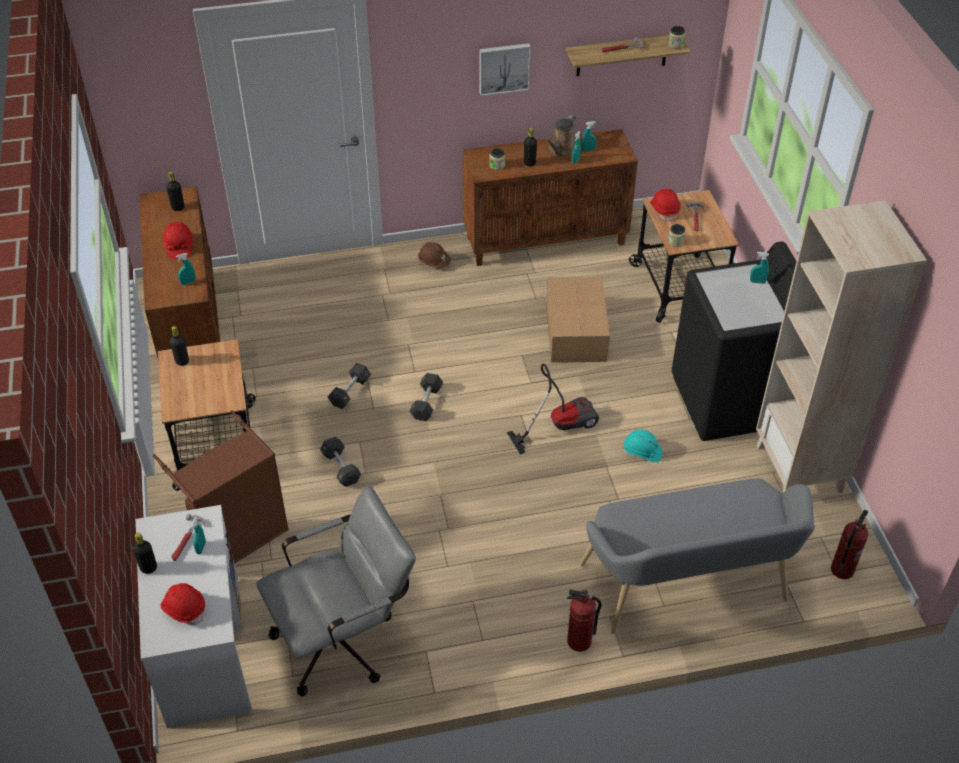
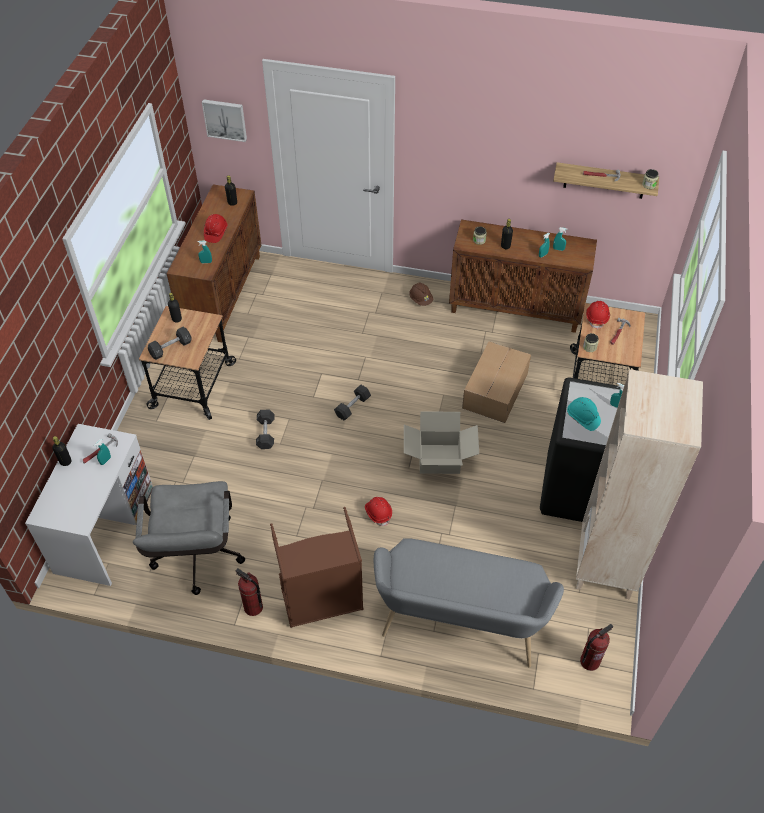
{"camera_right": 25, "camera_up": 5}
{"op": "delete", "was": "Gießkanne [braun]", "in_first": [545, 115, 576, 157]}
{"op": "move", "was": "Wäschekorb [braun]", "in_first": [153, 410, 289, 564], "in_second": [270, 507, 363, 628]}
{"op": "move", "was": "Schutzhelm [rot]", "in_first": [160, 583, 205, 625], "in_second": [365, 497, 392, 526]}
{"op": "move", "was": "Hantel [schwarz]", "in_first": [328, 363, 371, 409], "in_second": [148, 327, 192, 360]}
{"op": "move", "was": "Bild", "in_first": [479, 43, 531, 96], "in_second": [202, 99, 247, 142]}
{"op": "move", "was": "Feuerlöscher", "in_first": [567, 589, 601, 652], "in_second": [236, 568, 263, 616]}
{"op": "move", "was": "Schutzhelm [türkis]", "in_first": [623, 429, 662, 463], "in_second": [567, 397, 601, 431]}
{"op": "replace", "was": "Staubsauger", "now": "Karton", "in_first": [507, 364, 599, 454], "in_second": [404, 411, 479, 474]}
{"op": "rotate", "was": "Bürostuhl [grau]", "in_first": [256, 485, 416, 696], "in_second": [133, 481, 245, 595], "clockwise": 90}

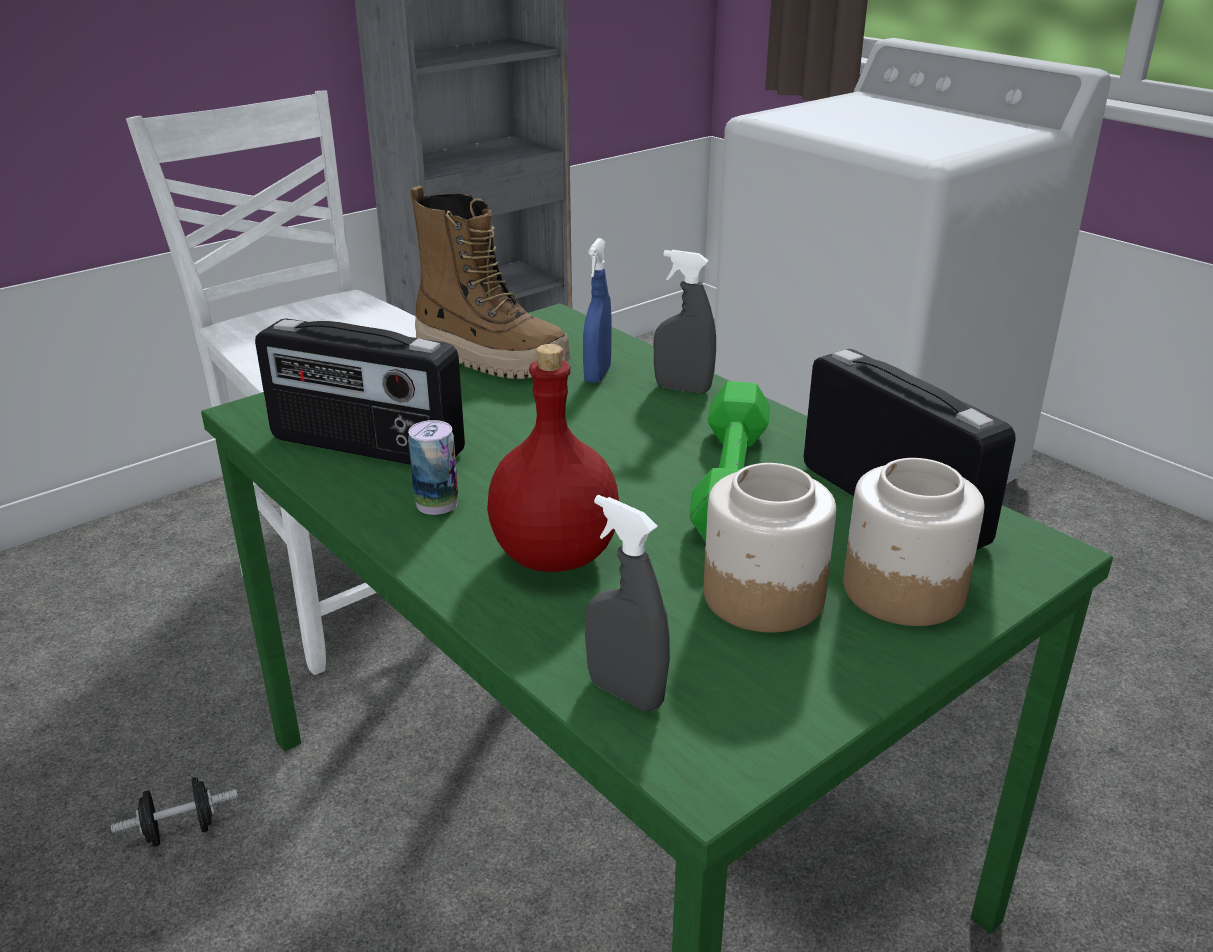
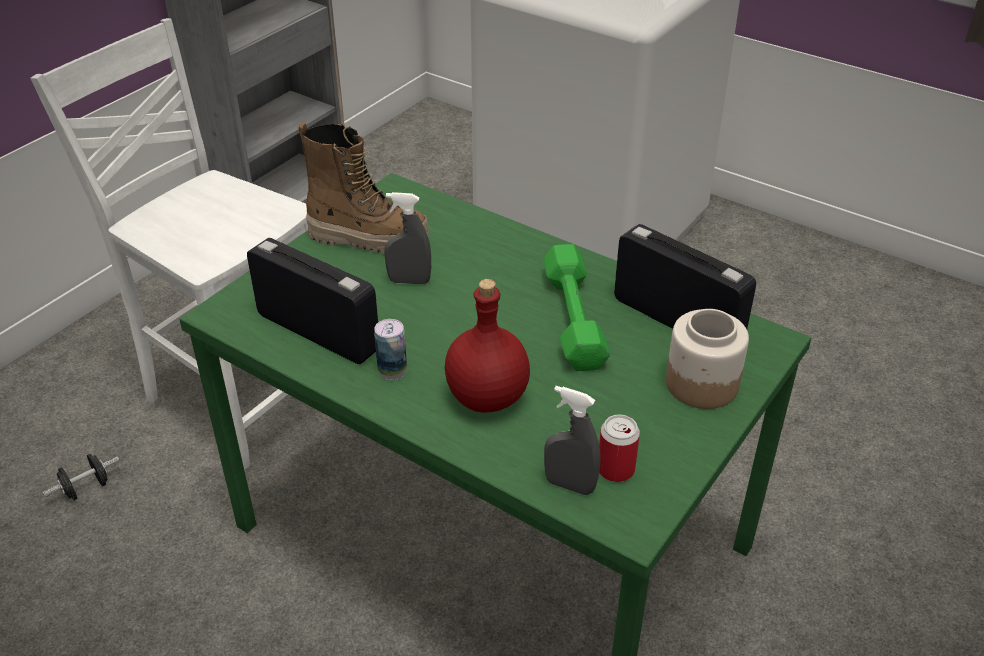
{"camera_right": -15, "camera_up": 10}
{"op": "delete", "was": "Sprühflasche [blau]", "in_first": [583, 238, 612, 383]}
{"op": "delete", "was": "Vorratsglas", "in_first": [704, 463, 836, 633]}
{"op": "insert", "now": "Dose", "in_second": [599, 415, 640, 482]}
{"op": "move", "was": "Hantel [schwarz]", "in_first": [111, 777, 238, 847], "in_second": [43, 454, 120, 500]}
{"op": "move", "was": "Sprühflasche [grau]", "in_first": [654, 250, 716, 393], "in_second": [384, 192, 431, 284]}
{"op": "rotate", "was": "Radio", "in_first": [255, 318, 465, 465], "in_second": [247, 238, 378, 364], "clockwise": -150}

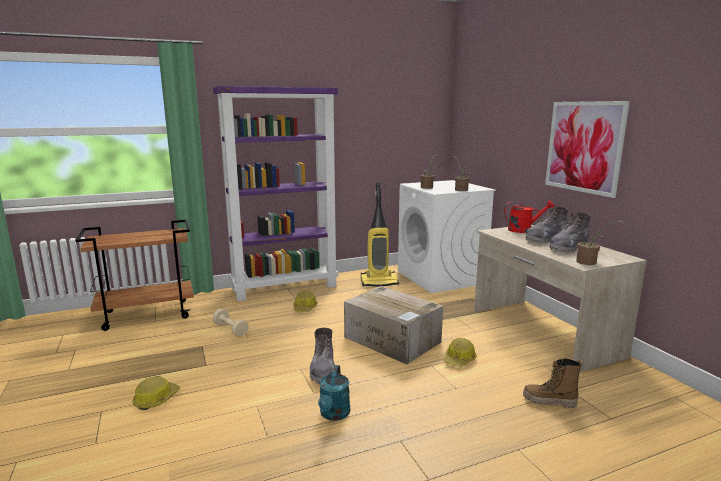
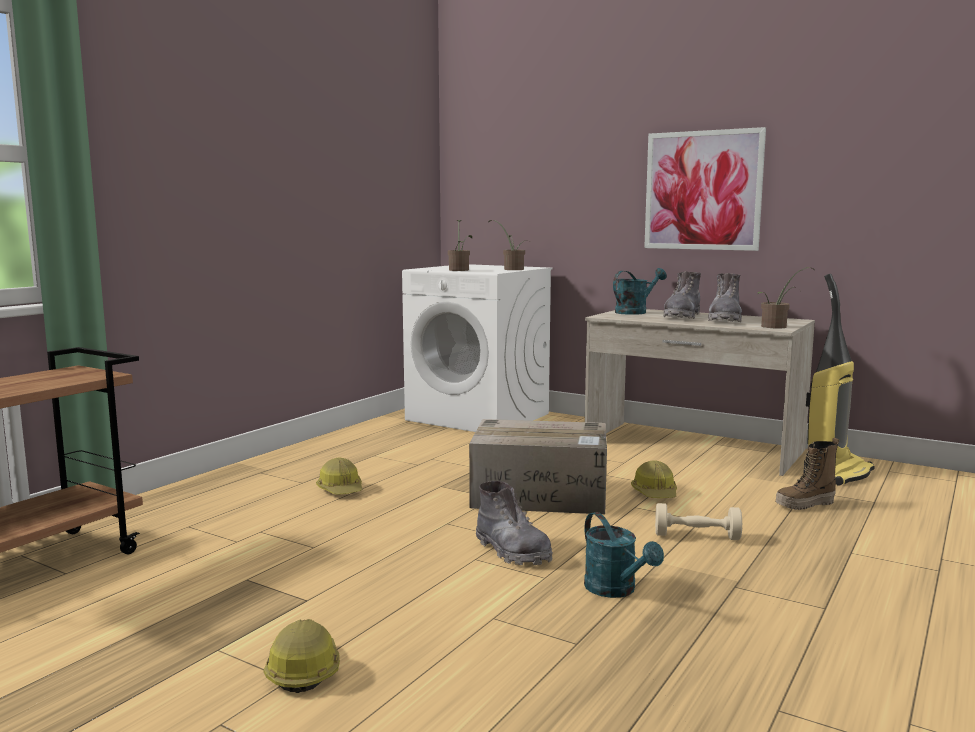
{"camera_right": -35, "camera_up": -5}
{"op": "delete", "was": "Bücherregal [lila]", "in_first": [213, 86, 338, 301]}
{"op": "move", "was": "Hantel [beige]", "in_first": [213, 309, 248, 337], "in_second": [655, 503, 742, 540]}
{"op": "move", "was": "Staubsauger", "in_first": [361, 182, 399, 286], "in_second": [803, 274, 875, 485]}
{"op": "recolor", "was": "Gießkanne [rot]", "now": "Gießkanne [türkis]", "in_first": [504, 201, 554, 233], "in_second": [613, 268, 667, 315]}

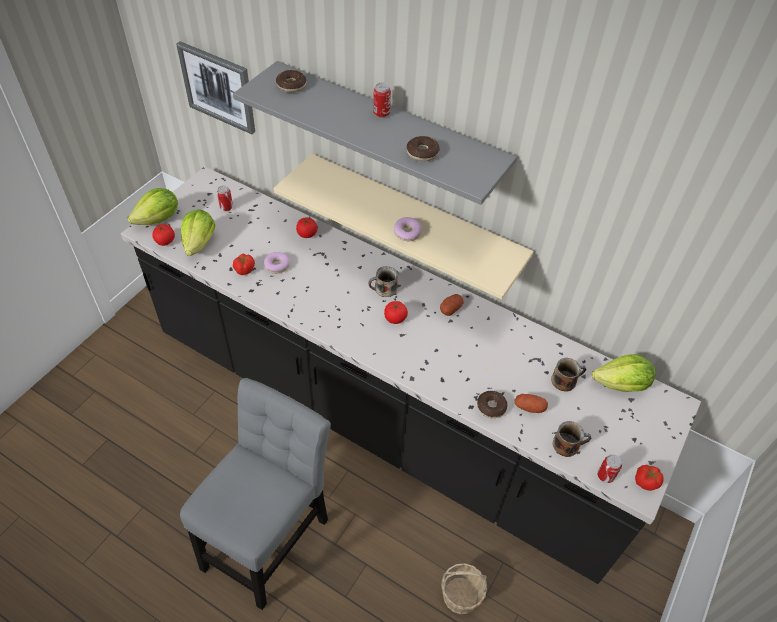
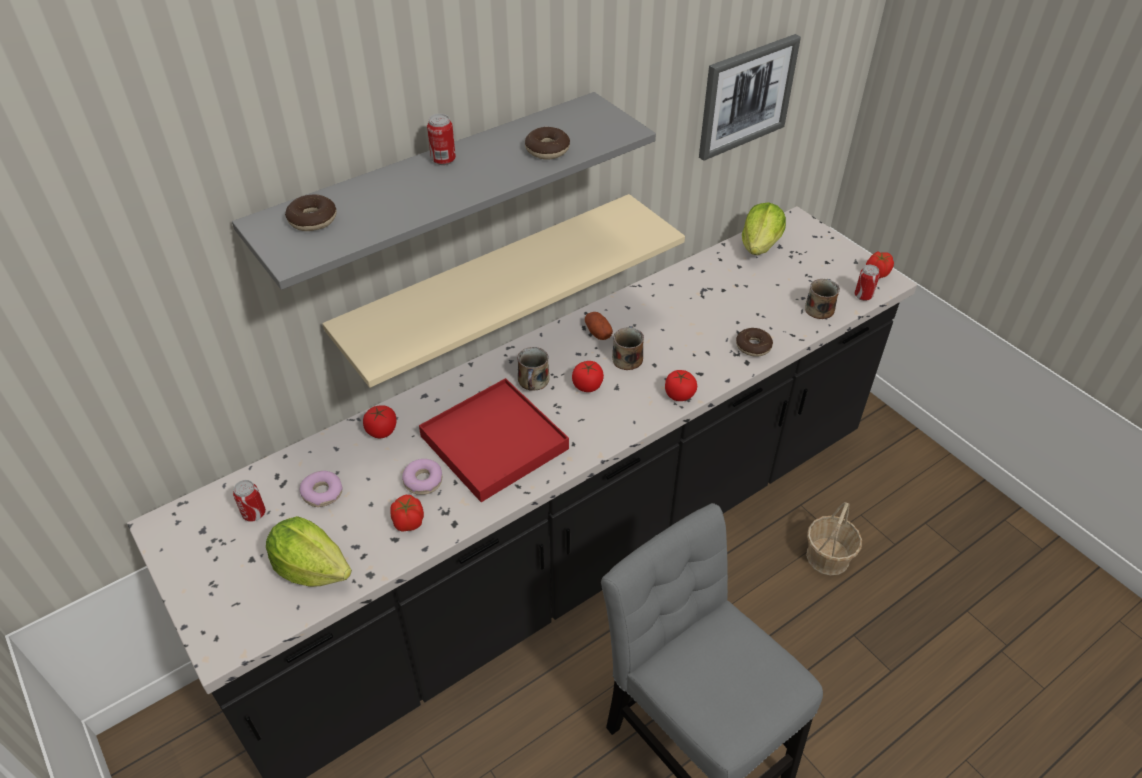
{"camera_right": -65, "camera_up": -5}
{"op": "delete", "was": "Salatkopf", "in_first": [128, 188, 178, 225]}
{"op": "delete", "was": "Kartoffel", "in_first": [515, 394, 548, 413]}
{"op": "insert", "now": "Tablett [rot]", "in_second": [419, 378, 569, 502]}
{"op": "move", "was": "Tomate", "in_first": [152, 224, 175, 246], "in_second": [665, 370, 697, 401]}
{"op": "move", "was": "Bild", "in_first": [176, 41, 255, 134], "in_second": [699, 34, 801, 161]}
{"op": "move", "was": "Donut", "in_first": [394, 217, 422, 241], "in_second": [300, 471, 343, 507]}
{"op": "move", "was": "Henkelbecher", "in_first": [551, 358, 586, 392], "in_second": [612, 326, 644, 370]}

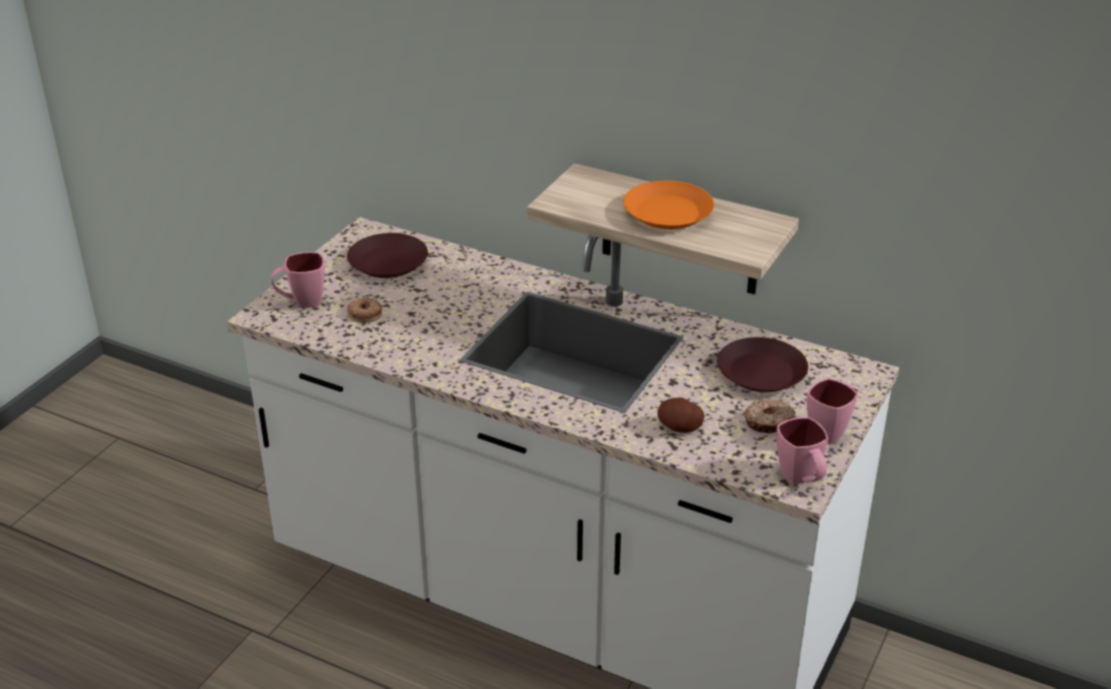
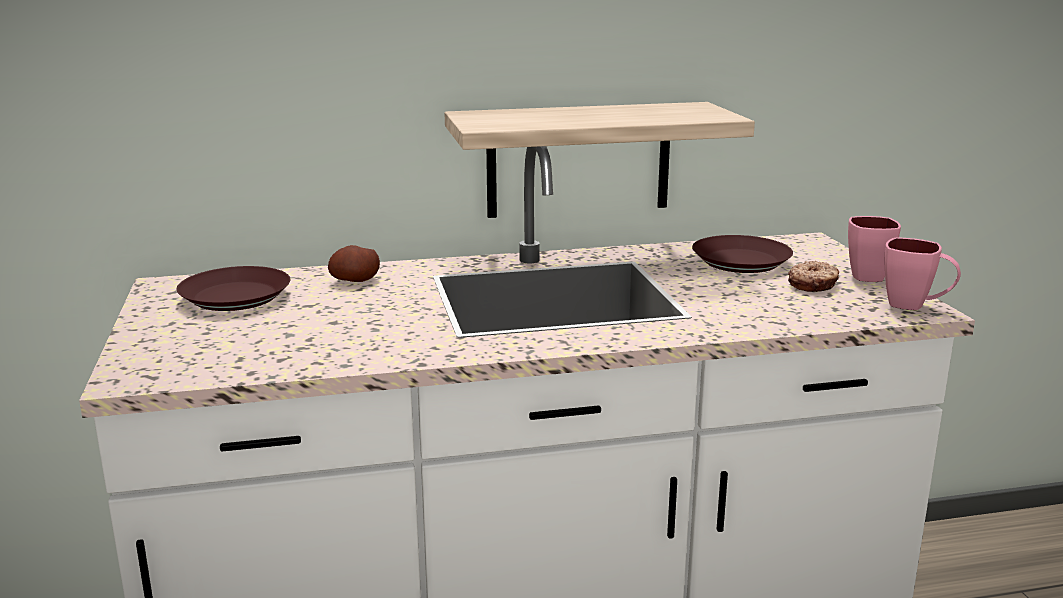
{"camera_right": -40, "camera_up": -15}
{"op": "delete", "was": "Henkelbecher [rosa]", "in_first": [271, 252, 325, 308]}
{"op": "delete", "was": "Donut", "in_first": [347, 298, 382, 323]}
{"op": "delete", "was": "Teller [orange]", "in_first": [623, 181, 714, 230]}
{"op": "move", "was": "Kartoffel", "in_first": [657, 397, 705, 433], "in_second": [328, 245, 380, 282]}

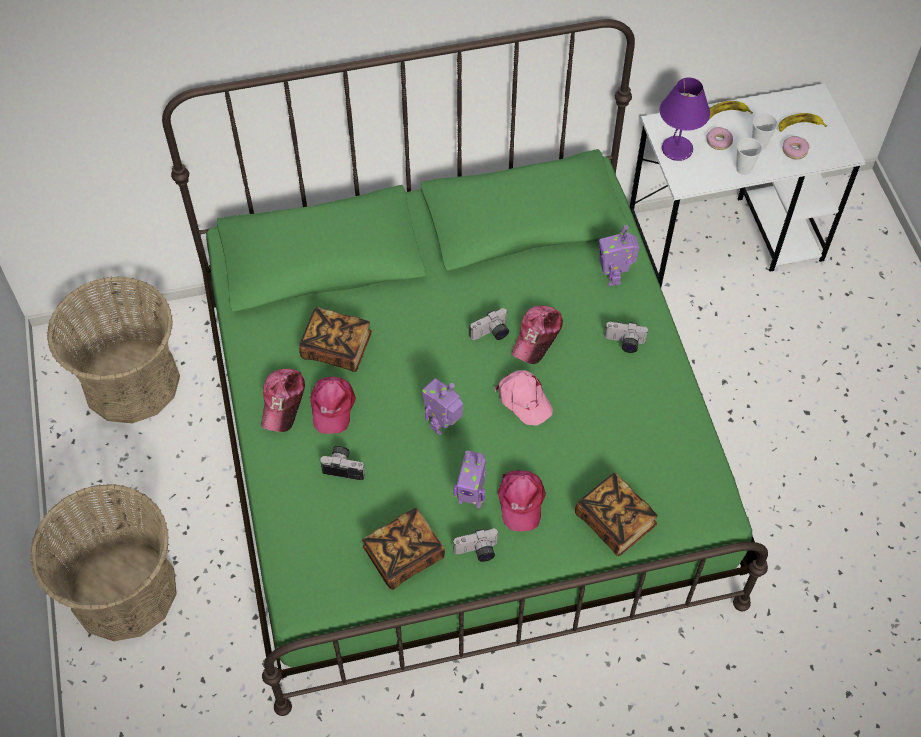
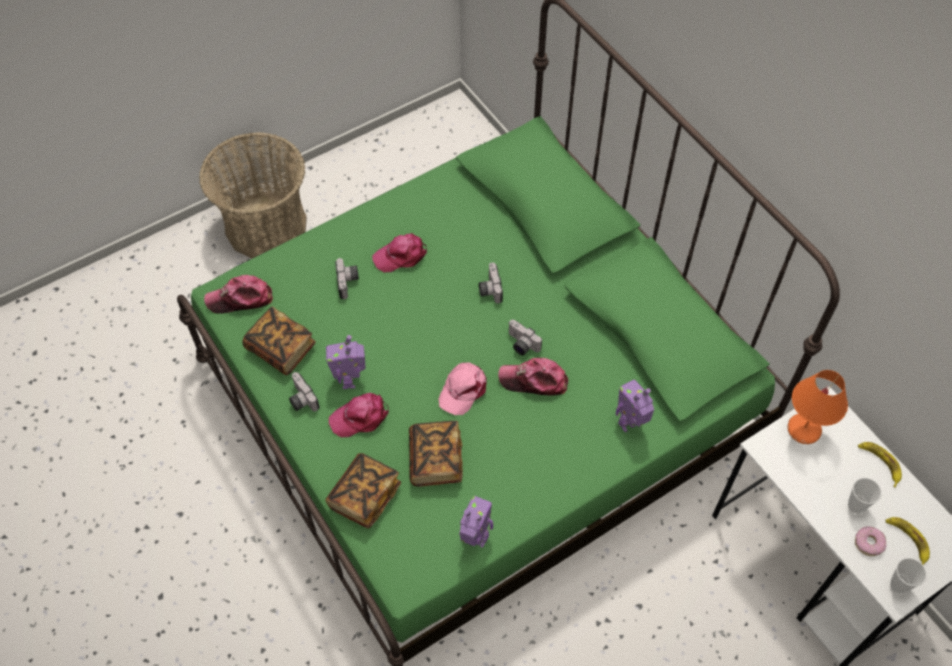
{"camera_right": 70, "camera_up": 0}
{"op": "delete", "was": "Korb", "in_first": [47, 276, 180, 424]}
{"op": "delete", "was": "Donut", "in_first": [706, 127, 733, 150]}
{"op": "move", "was": "Kappe", "in_first": [261, 369, 305, 432], "in_second": [204, 275, 273, 314]}
{"op": "move", "was": "Buch", "in_first": [299, 307, 372, 372], "in_second": [409, 421, 463, 487]}
{"op": "move", "was": "Spielzeugroboter", "in_first": [422, 378, 463, 436], "in_second": [459, 496, 493, 548]}
{"op": "move", "was": "Kamera", "in_first": [604, 322, 648, 353], "in_second": [479, 262, 503, 304]}
{"op": "move", "was": "Tasse", "in_first": [736, 138, 762, 175], "in_second": [890, 558, 927, 594]}
{"op": "recolor", "was": "Tischlampe [lila]", "now": "Tischlampe [orange]", "in_first": [660, 78, 710, 161], "in_second": [788, 370, 848, 444]}

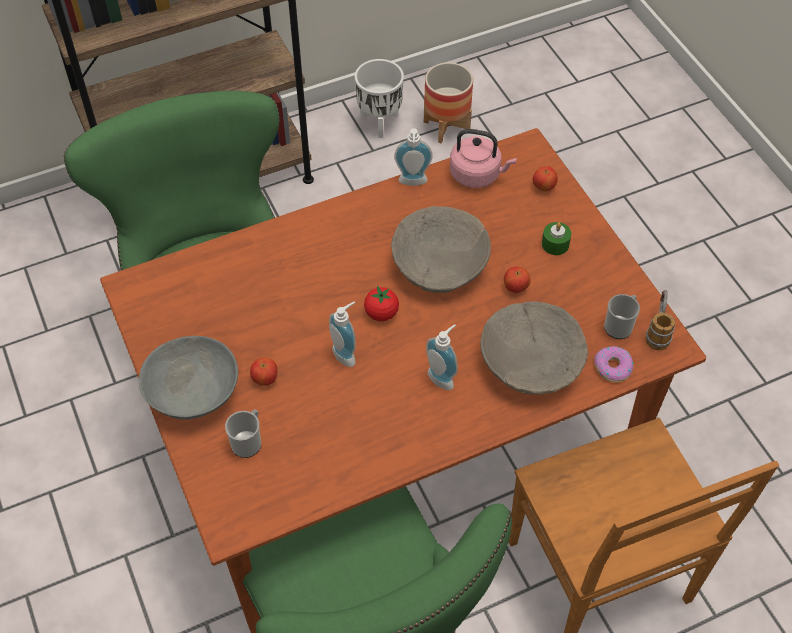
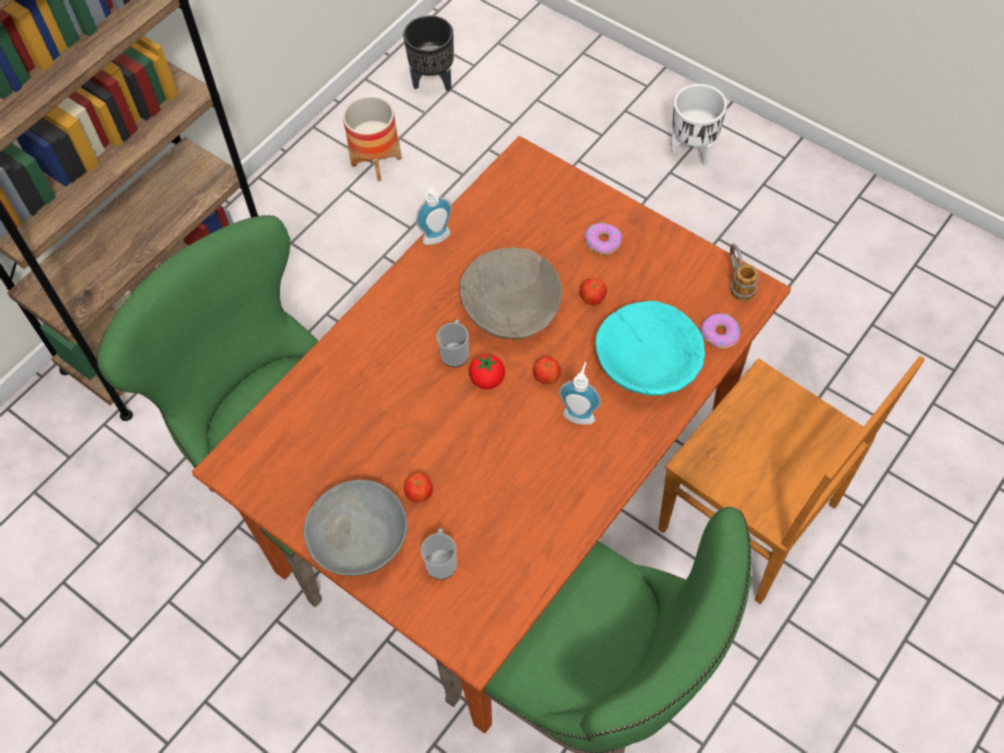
{"camera_right": -25, "camera_up": 5}
{"op": "delete", "was": "Seifenspender", "in_first": [329, 302, 356, 367]}
{"op": "delete", "was": "Wasserkessel [rosa]", "in_first": [450, 129, 516, 188]}
{"op": "insert", "now": "Pflanzkübel [schwarz]", "in_second": [403, 15, 454, 91]}
{"op": "move", "was": "Pflanzkübel [weiß]", "in_first": [355, 59, 404, 138], "in_second": [671, 84, 727, 165]}
{"op": "move", "was": "Apfel", "in_first": [533, 166, 558, 191], "in_second": [533, 356, 561, 384]}
{"op": "move", "was": "Henkelbecher", "in_first": [604, 294, 640, 339], "in_second": [437, 319, 469, 367]}
{"op": "replace", "was": "Kerze [grün]", "now": "Donut", "in_first": [542, 222, 571, 255], "in_second": [585, 222, 623, 255]}
{"op": "recolor", "was": "Schüssel [beige]", "now": "Schüssel [türkis]", "in_first": [480, 301, 588, 395], "in_second": [596, 301, 705, 396]}

